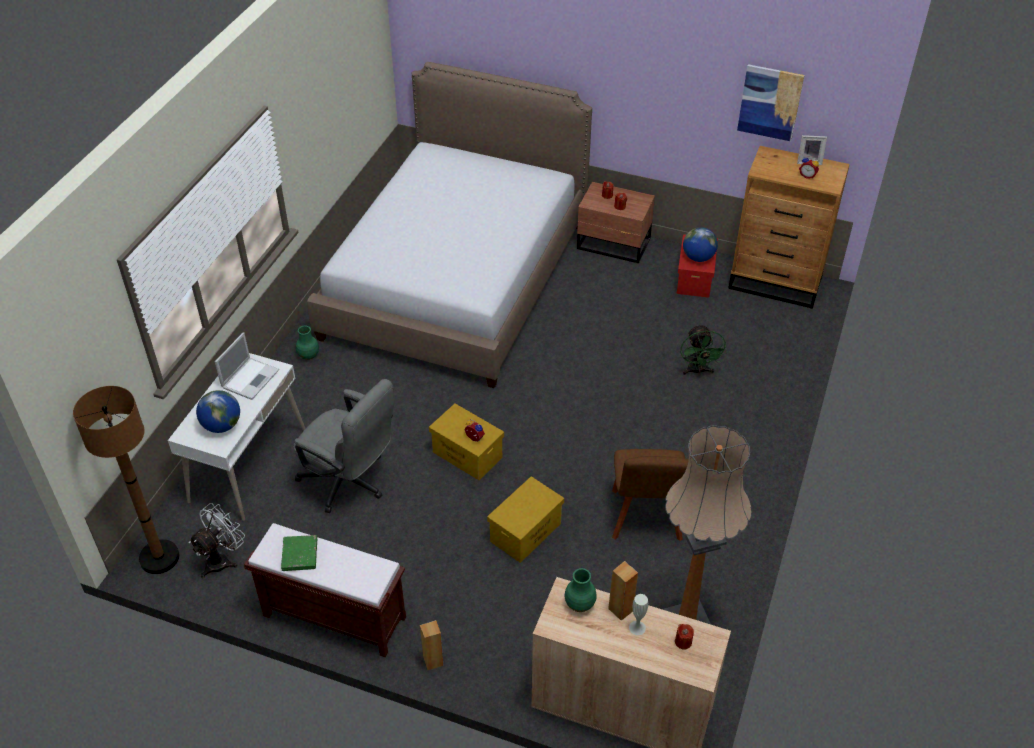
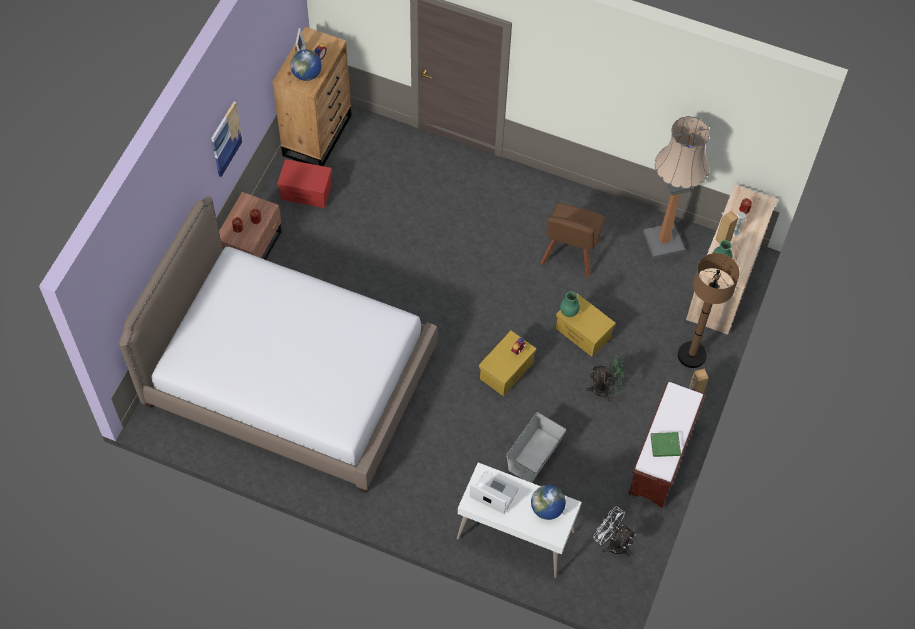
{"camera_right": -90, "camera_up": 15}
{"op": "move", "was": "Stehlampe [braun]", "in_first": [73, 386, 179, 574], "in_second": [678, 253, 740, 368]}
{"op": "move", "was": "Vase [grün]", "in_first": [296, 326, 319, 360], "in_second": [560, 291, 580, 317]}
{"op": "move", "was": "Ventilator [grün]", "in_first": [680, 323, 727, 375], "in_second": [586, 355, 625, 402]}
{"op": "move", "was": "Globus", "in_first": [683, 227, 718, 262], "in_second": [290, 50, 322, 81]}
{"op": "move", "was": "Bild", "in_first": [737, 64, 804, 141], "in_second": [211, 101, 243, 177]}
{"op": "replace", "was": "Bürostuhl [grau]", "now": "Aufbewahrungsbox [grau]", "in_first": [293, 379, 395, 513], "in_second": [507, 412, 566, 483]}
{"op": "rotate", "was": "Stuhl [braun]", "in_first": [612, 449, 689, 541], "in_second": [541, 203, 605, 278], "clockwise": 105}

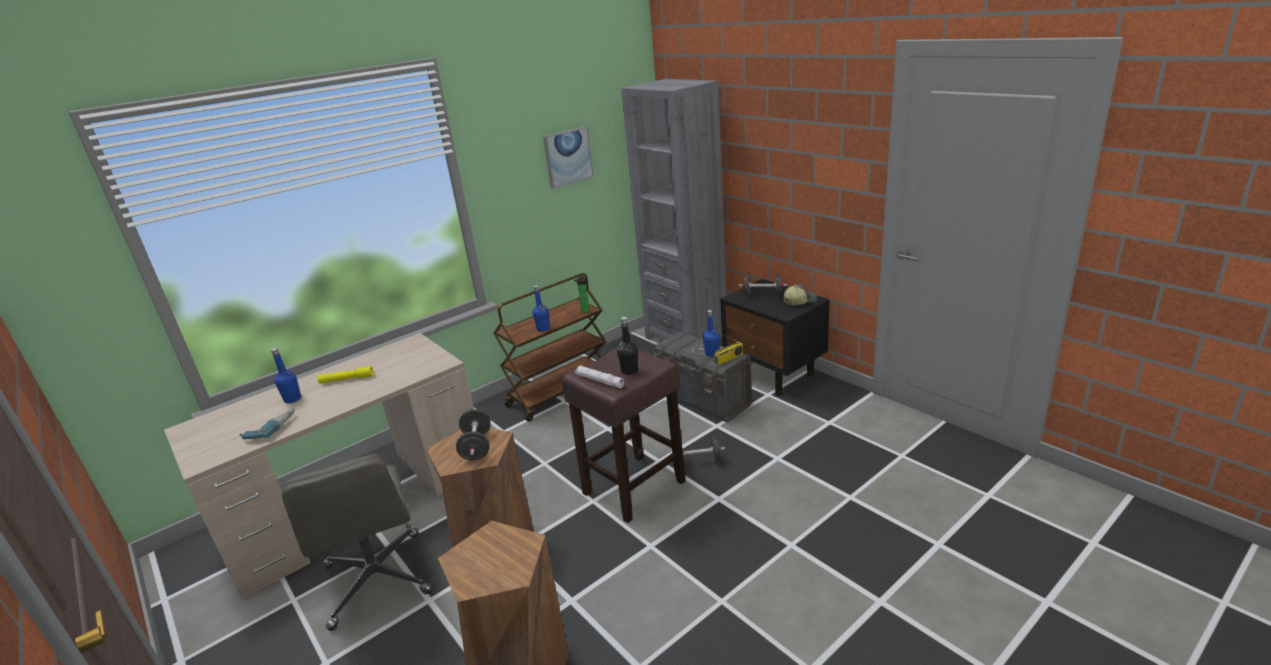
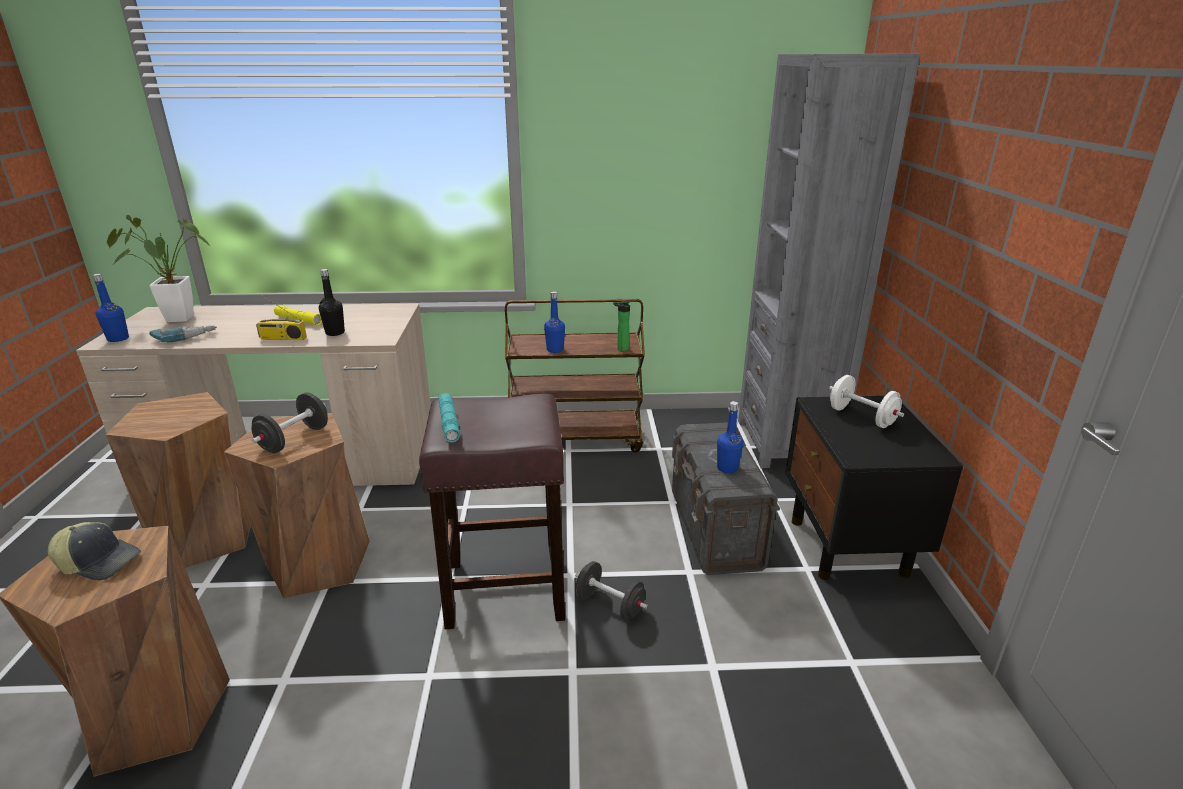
{"camera_right": 35, "camera_up": 0}
{"op": "delete", "was": "Bild", "in_first": [543, 126, 594, 189]}
{"op": "insert", "now": "Topfpflanze", "in_second": [107, 215, 210, 322]}
{"op": "move", "was": "Flasche [blau]", "in_first": [271, 348, 301, 403], "in_second": [93, 274, 129, 342]}
{"op": "move", "was": "Flasche [schwarz]", "in_first": [617, 317, 638, 375], "in_second": [319, 269, 345, 336]}
{"op": "move", "was": "Radio", "in_first": [714, 333, 743, 365], "in_second": [256, 295, 307, 340]}
{"op": "move", "was": "Kappe", "in_first": [783, 285, 817, 306], "in_second": [48, 522, 141, 581]}
{"op": "replace", "was": "Bürostuhl [grau]", "now": "Hocker [braun]", "in_first": [282, 454, 432, 631], "in_second": [106, 392, 251, 568]}
{"op": "recolor", "was": "Taschenlampe [weiß]", "now": "Taschenlampe [türkis]", "in_first": [575, 366, 624, 388], "in_second": [438, 393, 460, 442]}
{"op": "recolor", "was": "Hantel [schwarz]", "now": "Hantel [weiß]", "in_first": [739, 274, 787, 297], "in_second": [829, 375, 904, 428]}

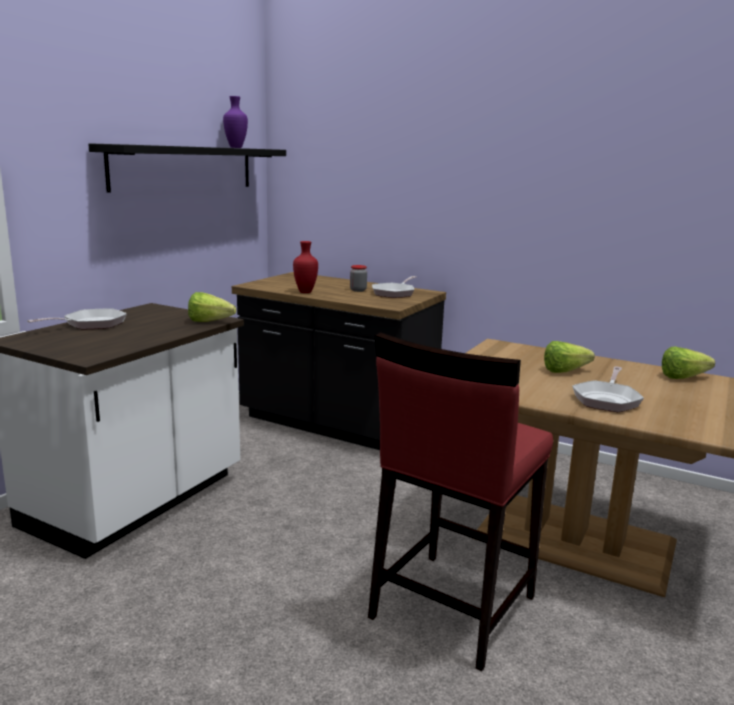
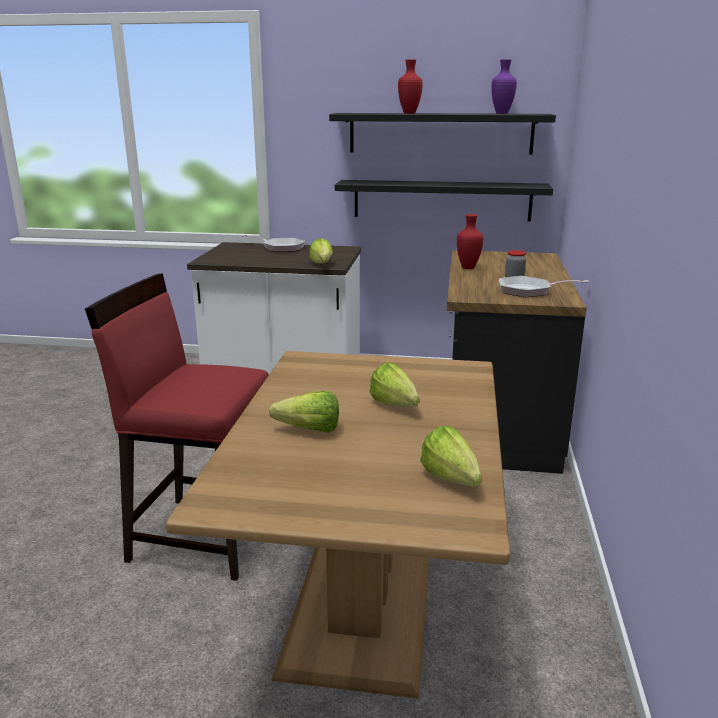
{"camera_right": 70, "camera_up": 5}
{"op": "insert", "now": "Wandregal [schwarz]", "in_second": [335, 180, 553, 222]}
{"op": "insert", "now": "Vase [rot]", "in_second": [398, 59, 423, 114]}
{"op": "replace", "was": "Pfanne", "now": "Salatkopf", "in_first": [572, 366, 644, 412], "in_second": [269, 391, 339, 433]}

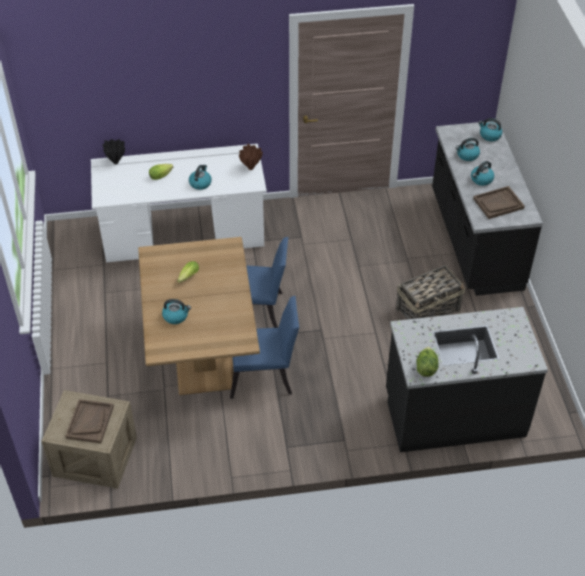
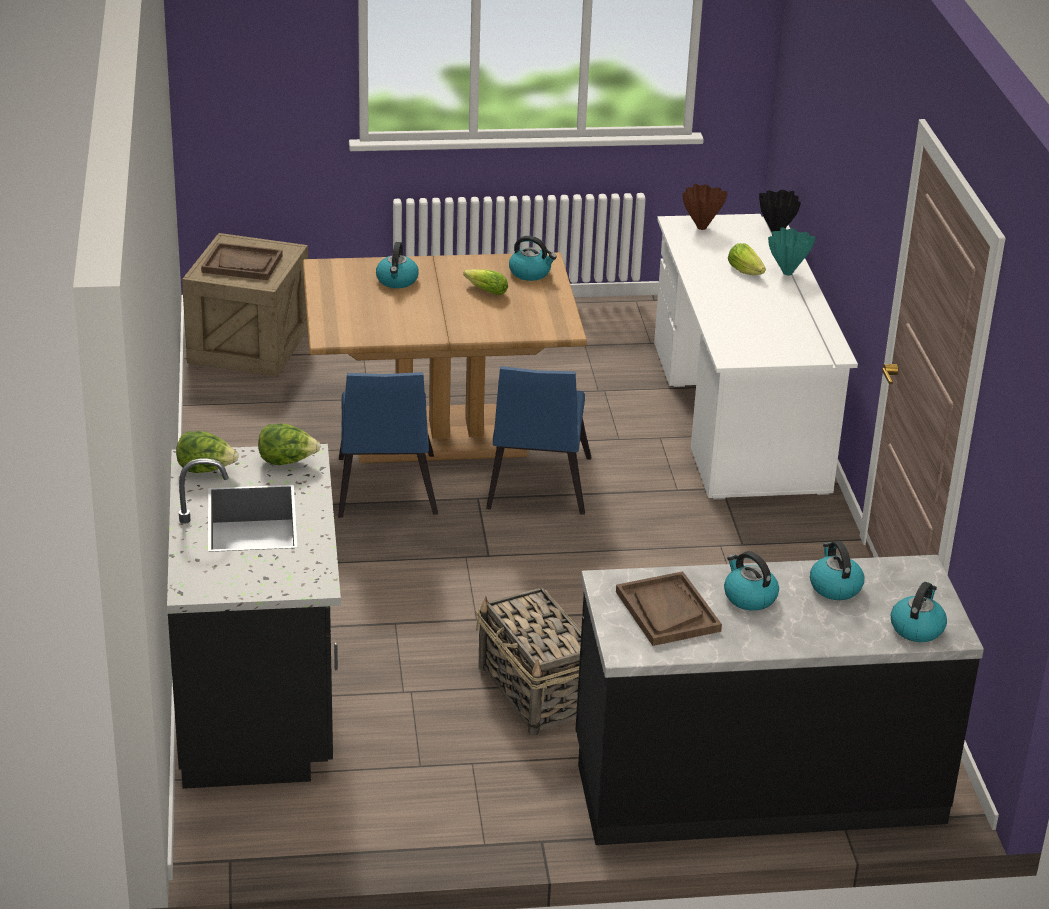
{"camera_right": 90, "camera_up": -15}
{"op": "insert", "now": "Salatkopf", "in_second": [258, 424, 321, 465]}
{"op": "insert", "now": "Vase [türkis]", "in_second": [768, 227, 816, 275]}
{"op": "move", "was": "Wasserkessel", "in_first": [189, 165, 212, 190], "in_second": [509, 236, 557, 281]}
{"op": "move", "was": "Vase [braun]", "in_first": [239, 143, 263, 170], "in_second": [682, 184, 728, 230]}

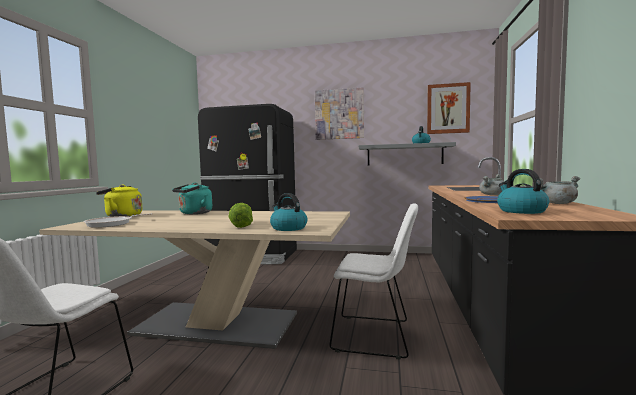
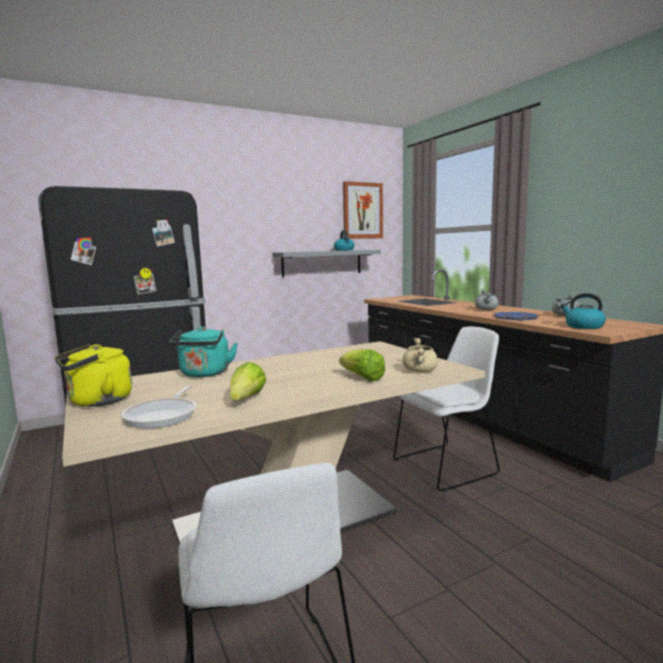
{"camera_right": -40, "camera_up": 5}
{"op": "delete", "was": "Bild", "in_first": [315, 87, 364, 140]}
{"op": "insert", "now": "Salatkopf", "in_second": [230, 362, 266, 401]}
{"op": "replace", "was": "Wasserkessel", "now": "Kochtopf [beige]", "in_first": [270, 193, 307, 231], "in_second": [402, 338, 438, 373]}

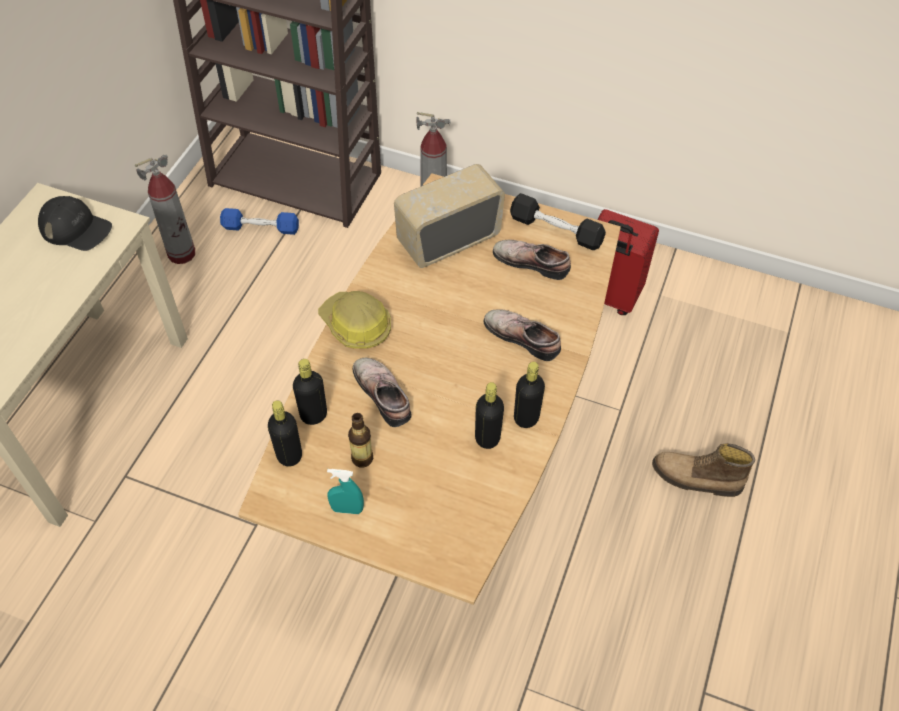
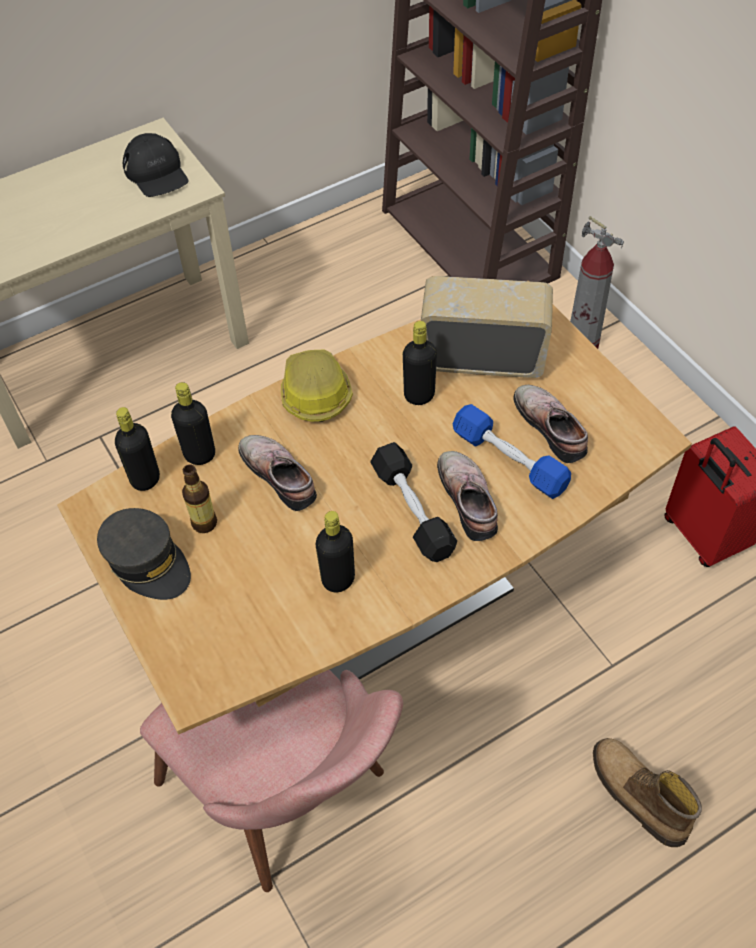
{"camera_right": 40, "camera_up": 0}
{"op": "delete", "was": "Feuerlöscher", "in_first": [135, 154, 195, 264]}
{"op": "insert", "now": "Stuhl [rosa]", "in_second": [140, 670, 403, 892]}
{"op": "move", "was": "Hantel [blau]", "in_first": [220, 208, 299, 235], "in_second": [453, 404, 571, 499]}
{"op": "move", "was": "Hantel [schwarz]", "in_first": [510, 193, 606, 250], "in_second": [370, 442, 457, 562]}
{"op": "move", "was": "Flasche [schwarz]", "in_first": [514, 362, 545, 428], "in_second": [403, 321, 437, 405]}
{"op": "replace", "was": "Sprühflasche [türkis]", "now": "Kappe [grau]", "in_first": [327, 469, 364, 514], "in_second": [97, 508, 191, 600]}
{"op": "rotate", "was": "Schuh", "in_first": [353, 358, 412, 427], "in_second": [238, 435, 317, 511], "clockwise": -45}

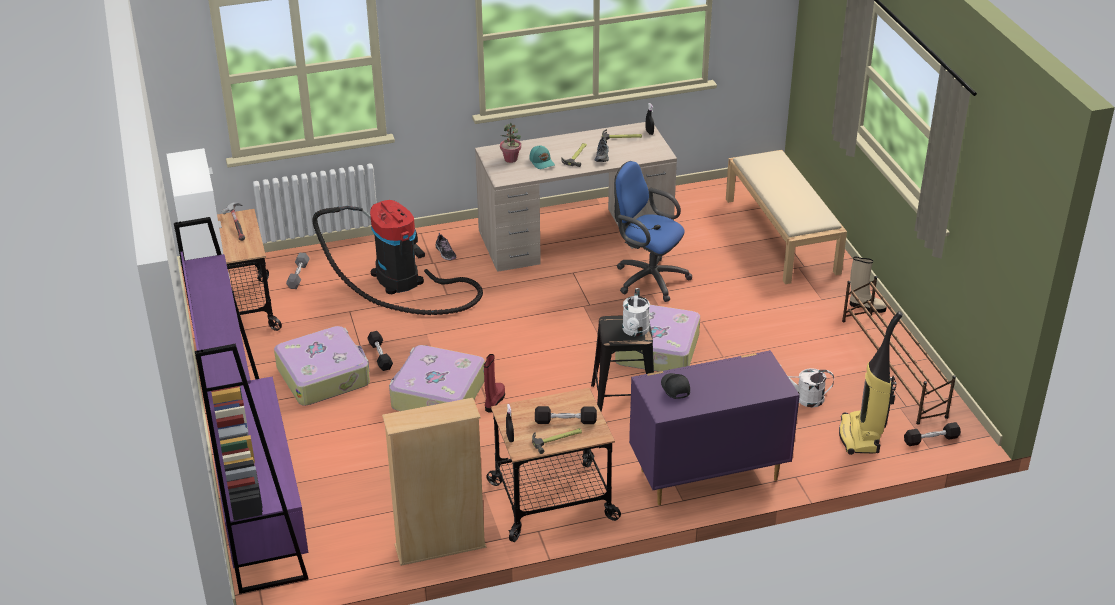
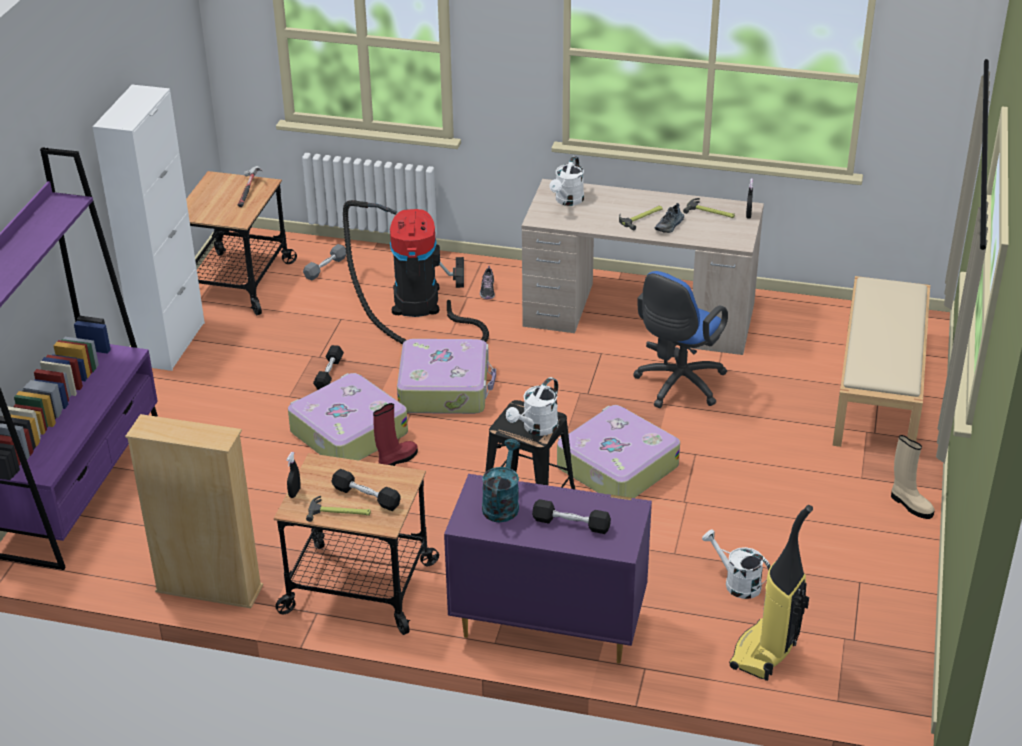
{"camera_right": 30, "camera_up": 0}
{"op": "delete", "was": "Kappe [türkis]", "in_first": [529, 145, 555, 169]}
{"op": "delete", "was": "Schuhregal [braun]", "in_first": [842, 276, 956, 425]}
{"op": "move", "was": "Koffer", "in_first": [274, 326, 370, 406], "in_second": [397, 339, 496, 414]}
{"op": "move", "was": "Hantel [schwarz]", "in_first": [904, 422, 961, 446], "in_second": [532, 499, 611, 534]}
{"op": "replace", "was": "Topfpflanze", "now": "Gießkanne [weiß]", "in_first": [500, 122, 521, 163], "in_second": [550, 156, 584, 206]}
{"op": "replace", "was": "Kappe [schwarz]", "now": "Gießkanne [türkis]", "in_first": [661, 373, 690, 399], "in_second": [482, 439, 520, 522]}
{"op": "rotate", "was": "Bürostuhl [blau]", "in_first": [614, 161, 692, 302], "in_second": [633, 271, 728, 408], "clockwise": -120}

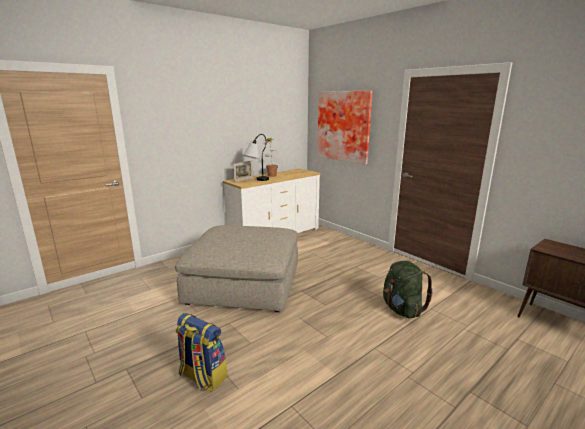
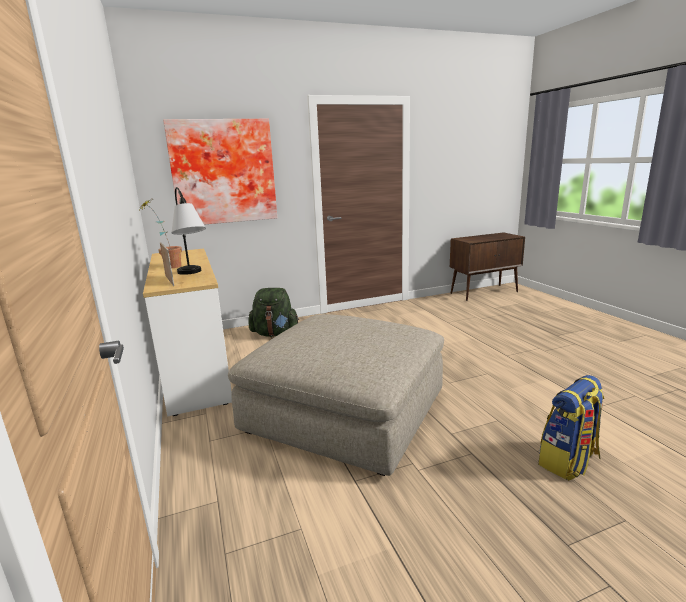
{"camera_right": -70, "camera_up": 0}
{"op": "move", "was": "Rucksack [grün]", "in_first": [383, 261, 433, 319], "in_second": [248, 288, 299, 337]}

